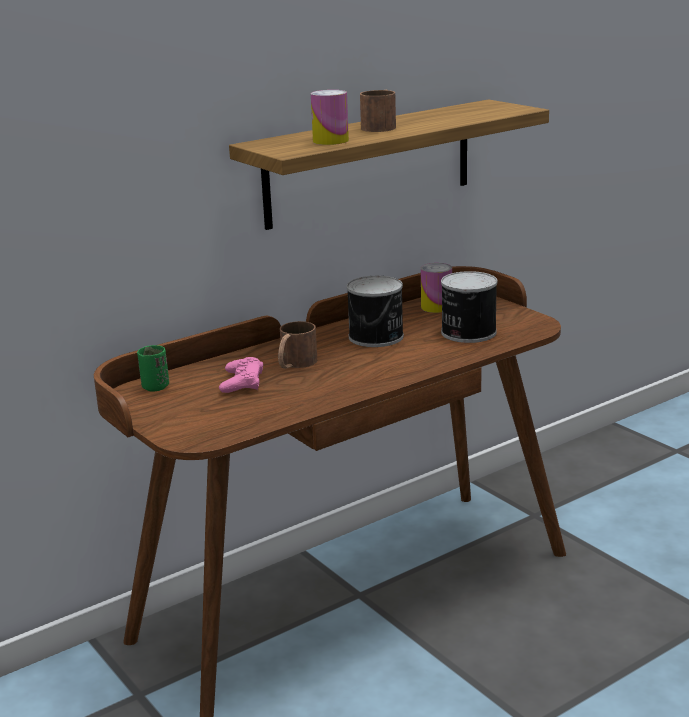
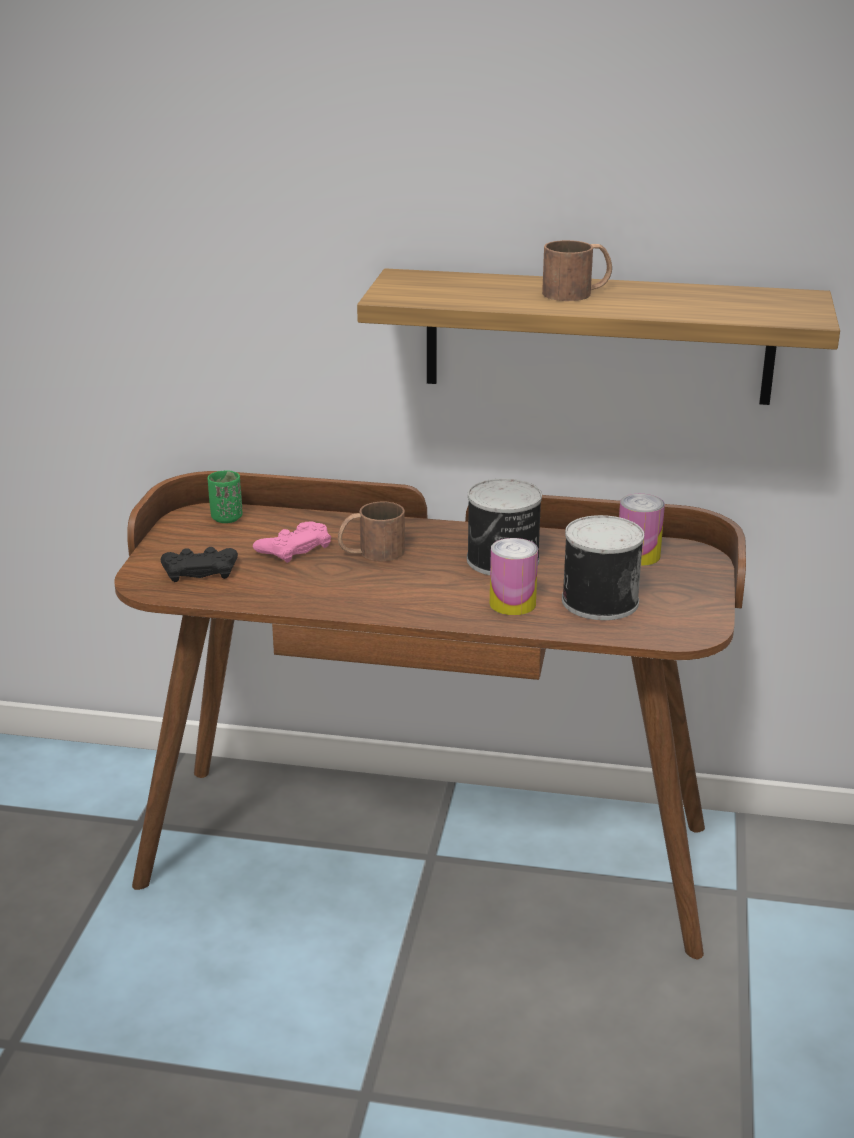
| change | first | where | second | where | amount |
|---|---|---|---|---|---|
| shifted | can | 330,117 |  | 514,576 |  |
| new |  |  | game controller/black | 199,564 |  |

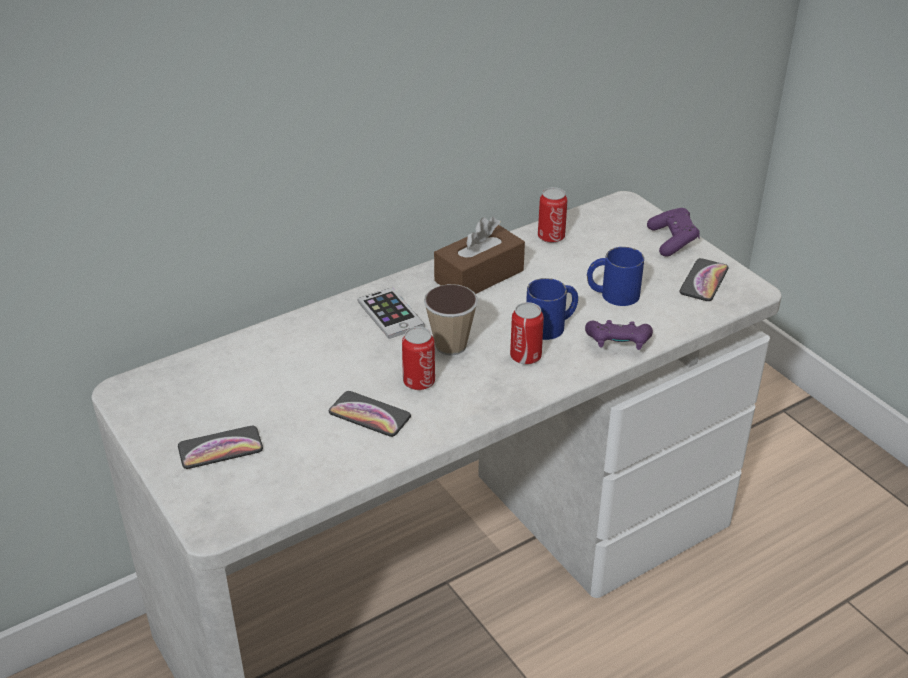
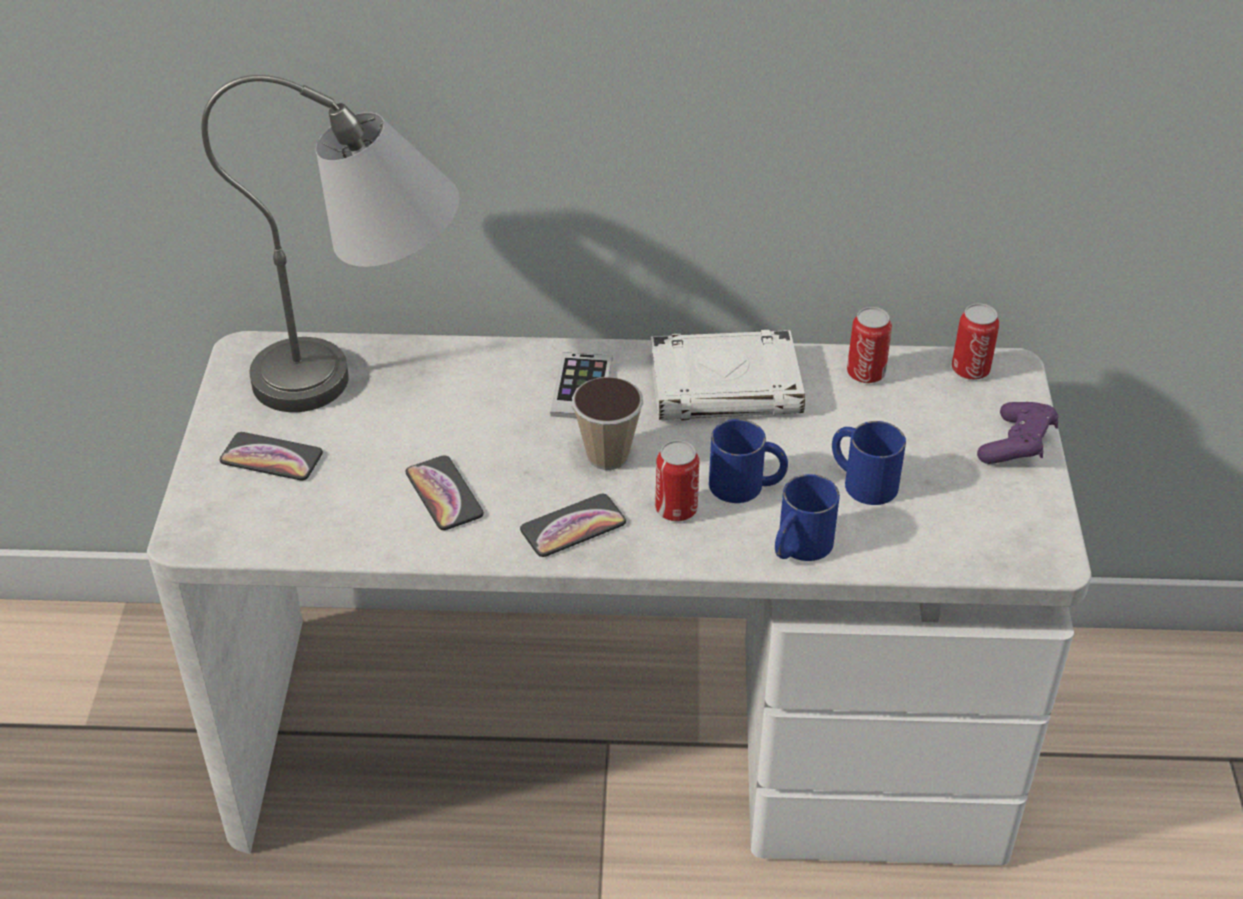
| change | first | where | second | where | amount |
|---|---|---|---|---|---|
| shifted | can | 418,358 |  | 975,341 |  |
| swapped | tissue box/brown | 479,255 | book/white | 727,375 |  |
| swapped | game controller/purple | 619,335 | mug/blue | 807,517 |  |
| shifted | phone | 704,279 |  | 573,525 |  |
| new |  |  | table lamp/grey | 331,243 |  |

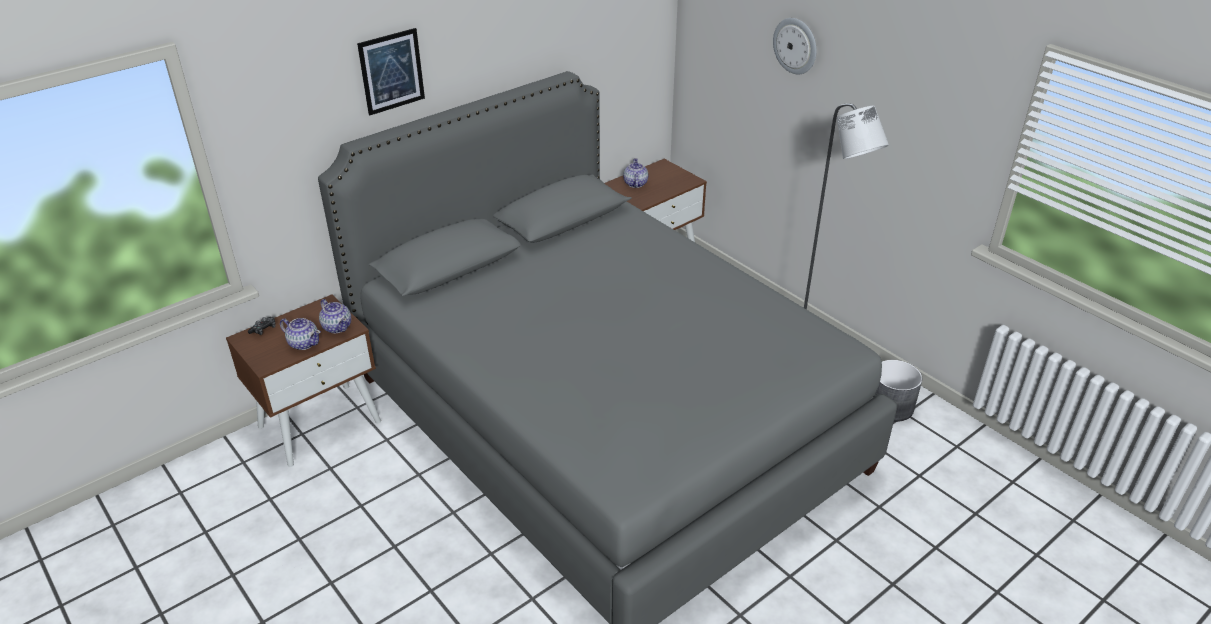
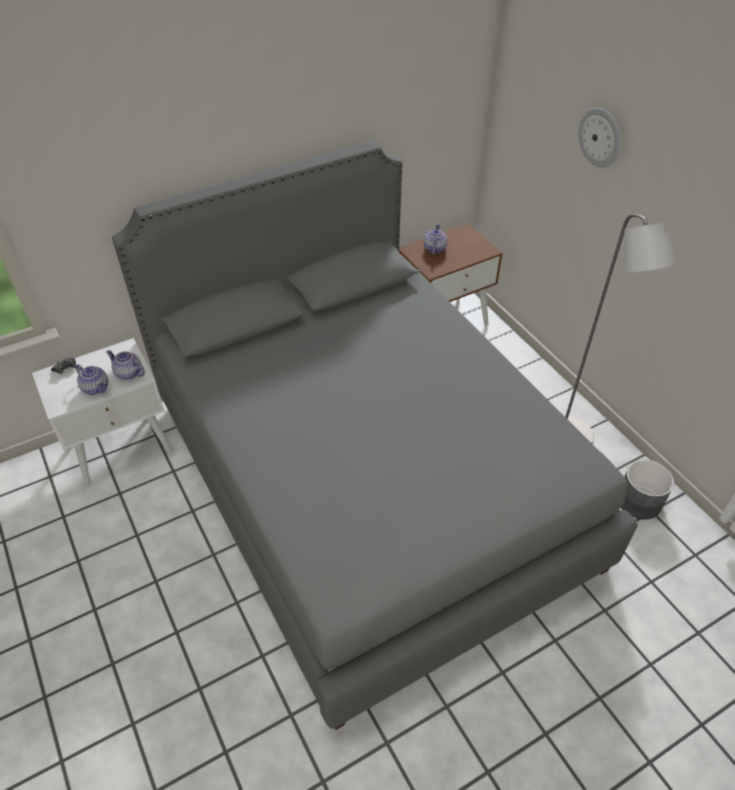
| change | first | where | second | where | amount |
|---|---|---|---|---|---|
| repainted | nightstand/brown | 303,381 | nightstand/white | 102,412 |  |
| rotated | teapot | 335,316 |  | 125,365 | 150 degrees clockwise |
| gone | picture | 391,71 |  |  |  |

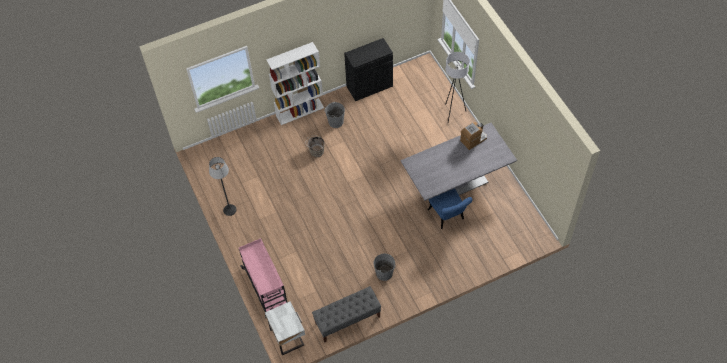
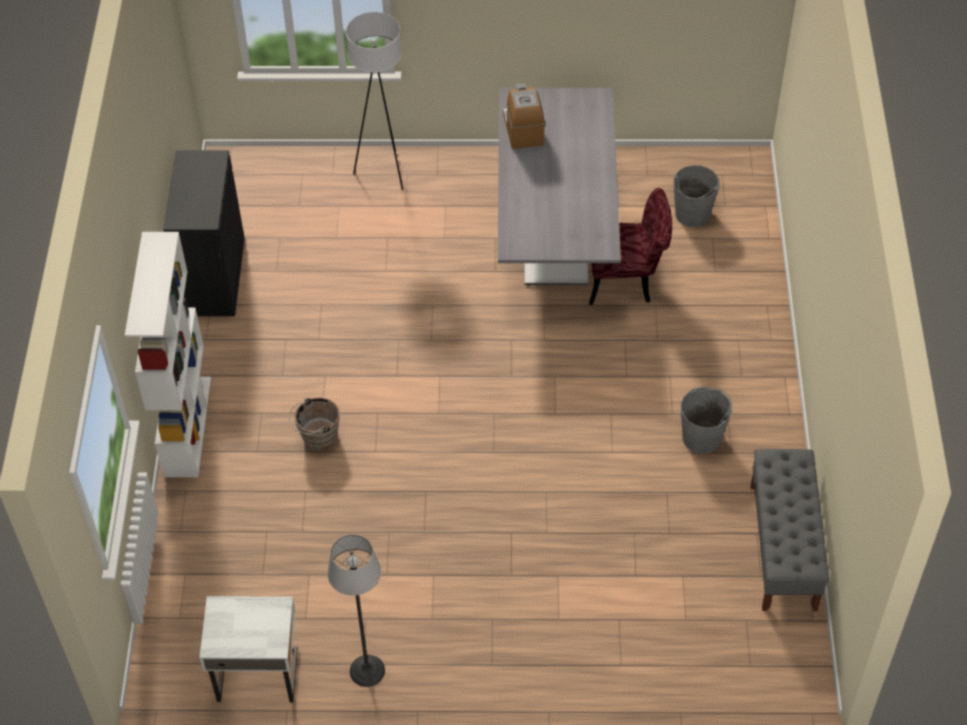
| change | first | where | second | where | amount |
|---|---|---|---|---|---|
| gone | cart/pink | 263,278 |  |  |  |
| shifted | nightstand/white | 285,328 |  | 248,649 |  |
| shifted | bucket/grey | 334,115 |  | 697,196 |  |
| repainted | chair/blue | 450,208 | chair/red | 630,246 |  |

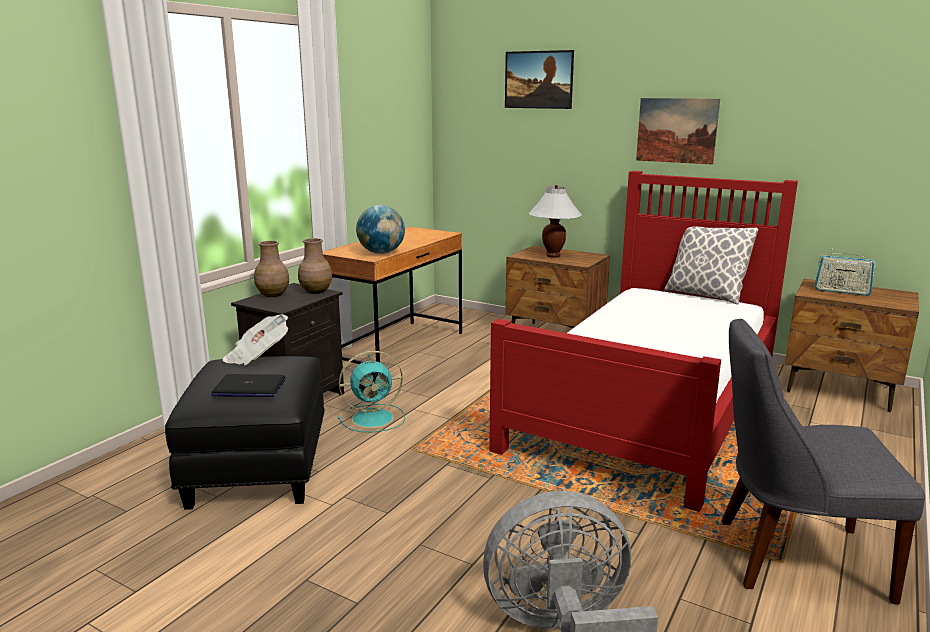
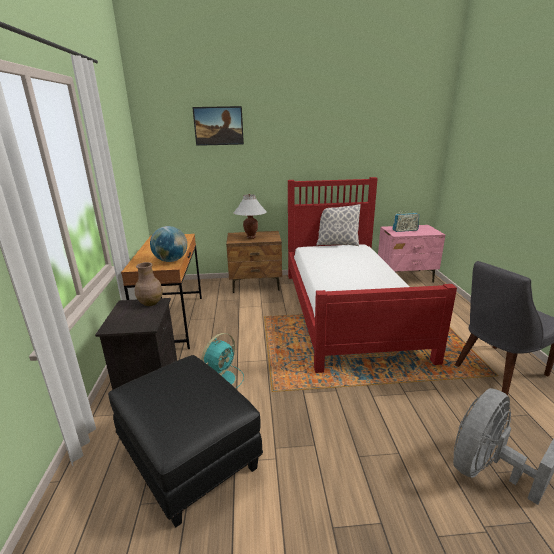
| change | first | where | second | where | amount |
|---|---|---|---|---|---|
| gone | laptop | 248,385 |  |  |  |
| gone | newspaper | 255,339 |  |  |  |
| gone | vase/brown | 271,269 |  |  |  |
| gone | picture | 678,131 |  |  |  |
| repainted | nightstand/brown | 852,345 | nightstand/pink | 411,254 |  |

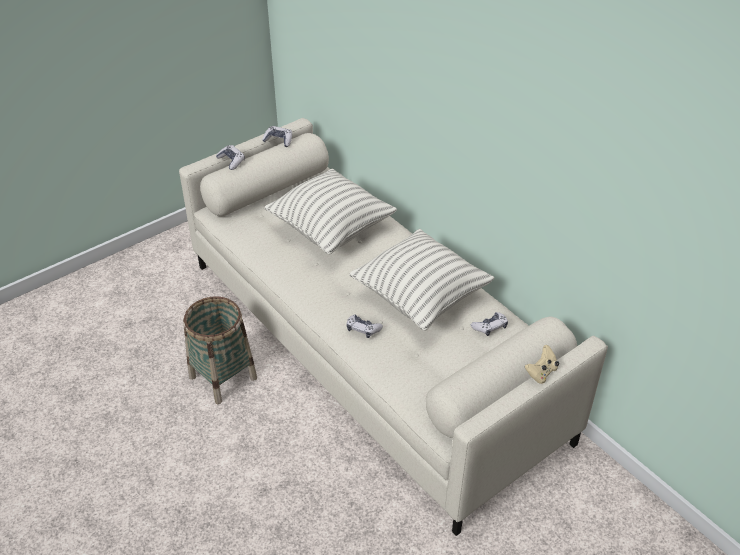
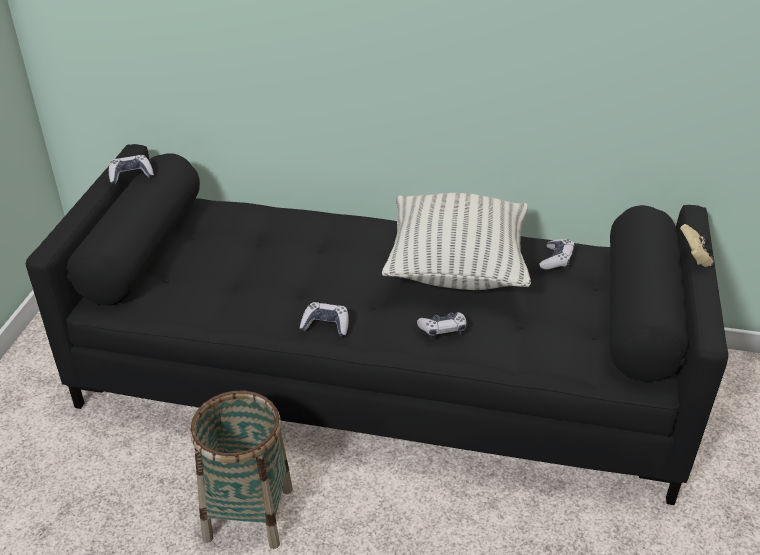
| change | first | where | second | where | amount |
|---|---|---|---|---|---|
| repainted | sofa/beige | 393,327 | sofa/black | 377,324 |  |
| shifted | game controller | 230,157 |  | 324,319 |  |
| gone | pillow | 330,211 |  |  |  |

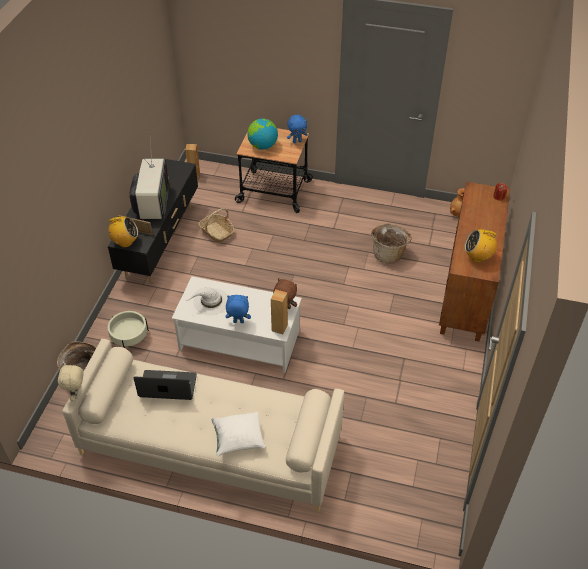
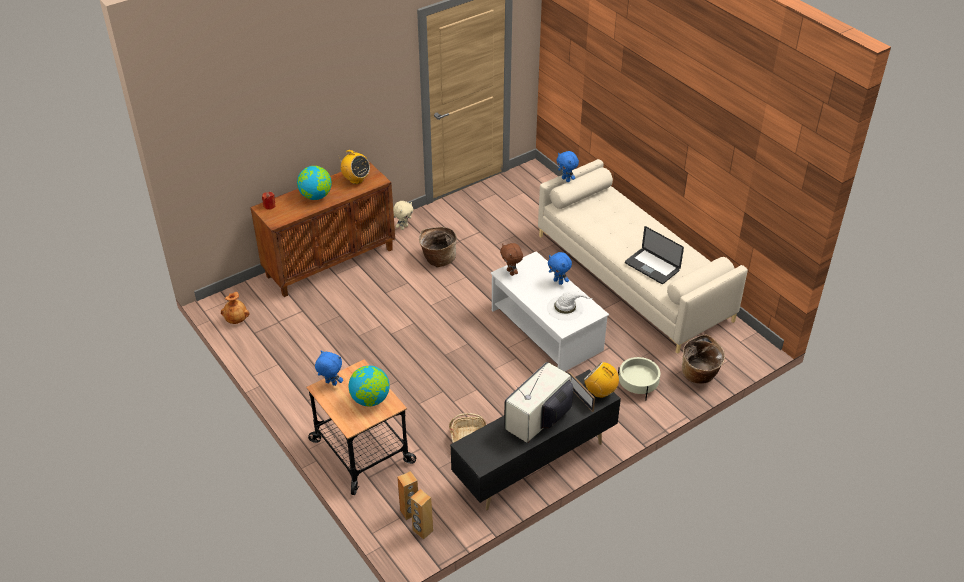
| change | first | where | second | where | amount |
|---|---|---|---|---|---|
| shifted | plush toy/beige | 71,382 |  | 403,215 |  |
| gone | pillow/white | 239,434 |  |  |  |
| shifted | speaker/brown | 279,311 |  | 407,495 |  |
| shifted | basket | 391,243 |  | 438,247 |  |
| new |  |  | globe | 314,183 |  |
| new |  |  | plush toy/blue | 567,166 |  |

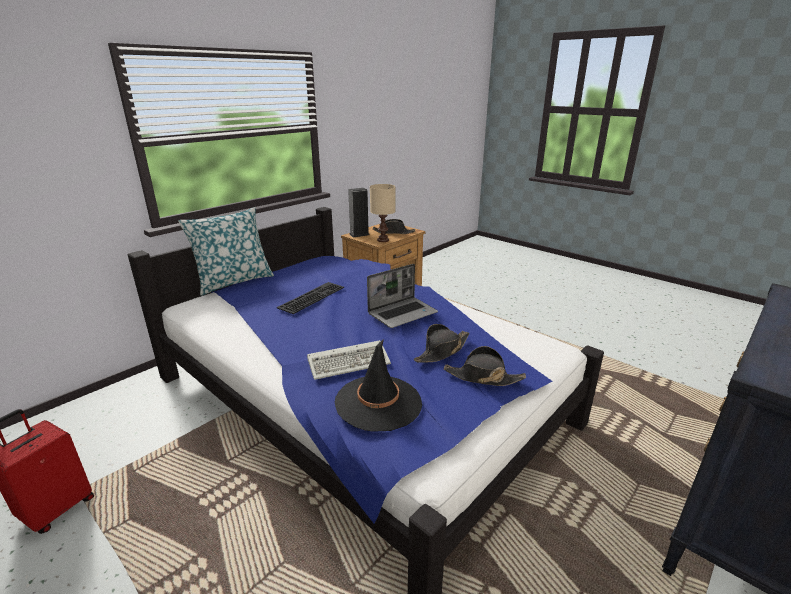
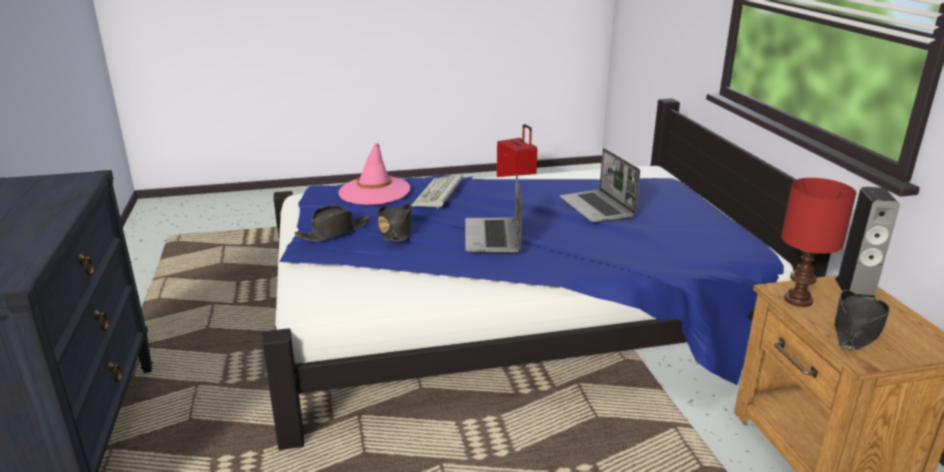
| change | first | where | second | where | amount |
|---|---|---|---|---|---|
| gone | pillow | 226,251 |  |  |  |
| swapped | keyboard | 310,298 | laptop | 600,185 |  |
| repainted | hat/black | 378,385 | hat/pink | 374,174 |  |
| repainted | table lamp/beige | 382,213 | table lamp/red | 819,242 |  |

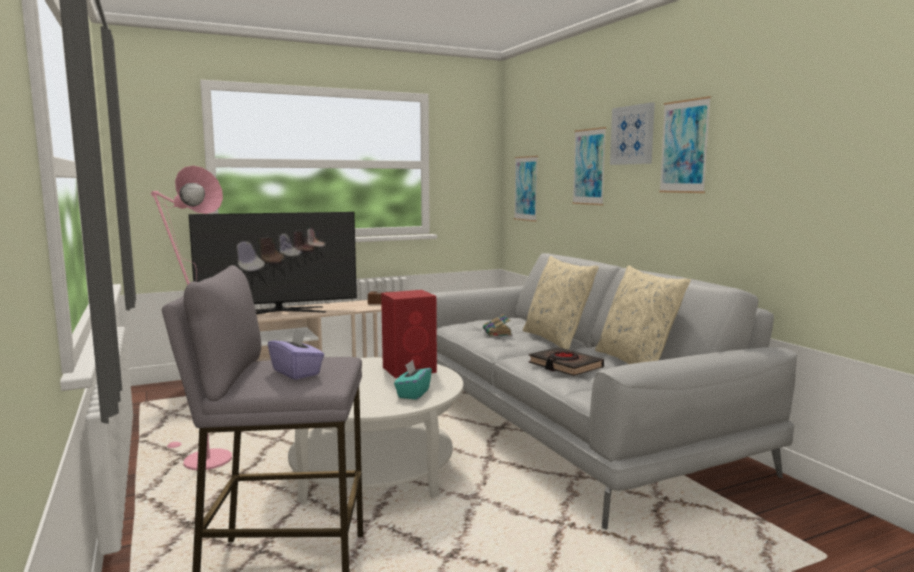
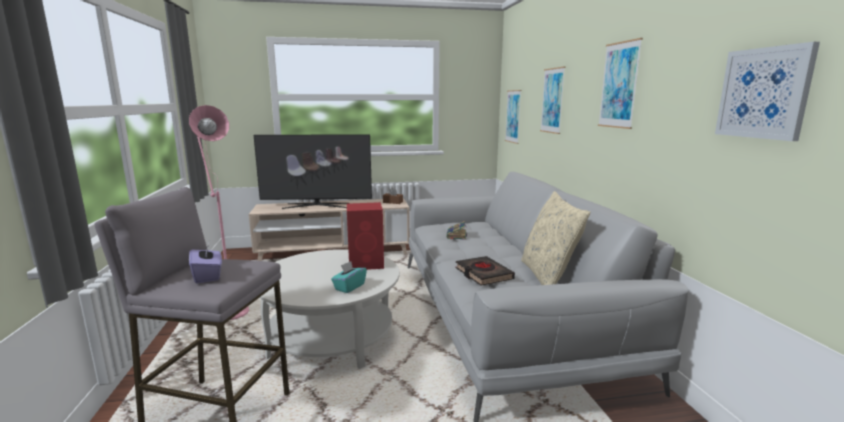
| change | first | where | second | where | amount |
|---|---|---|---|---|---|
| gone | pillow/beige | 561,303 |  |  |  |
| shifted | picture | 632,133 |  | 767,91 |  |

